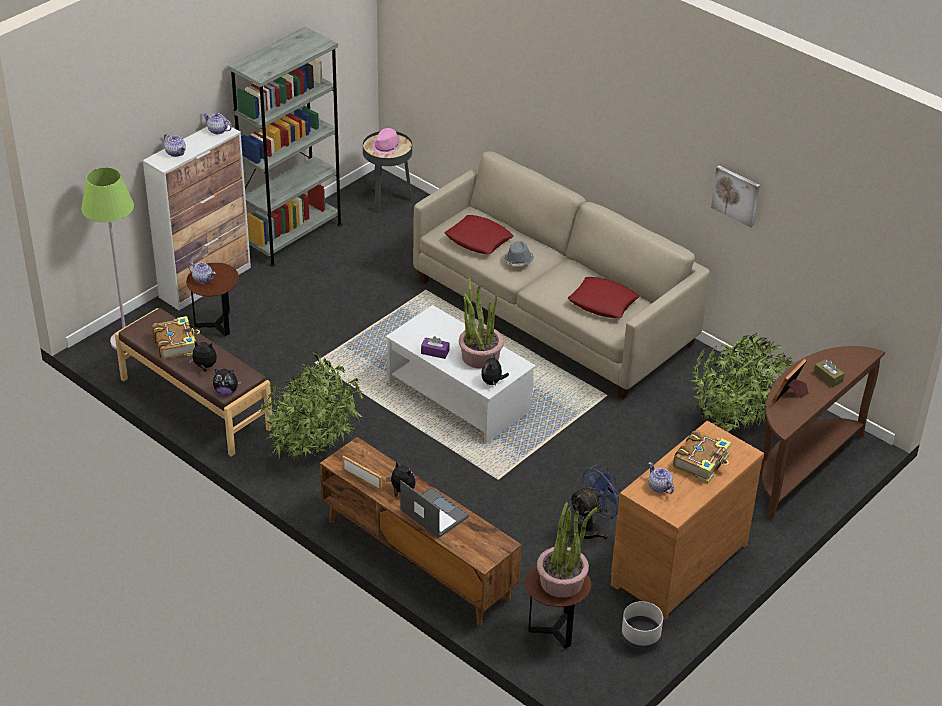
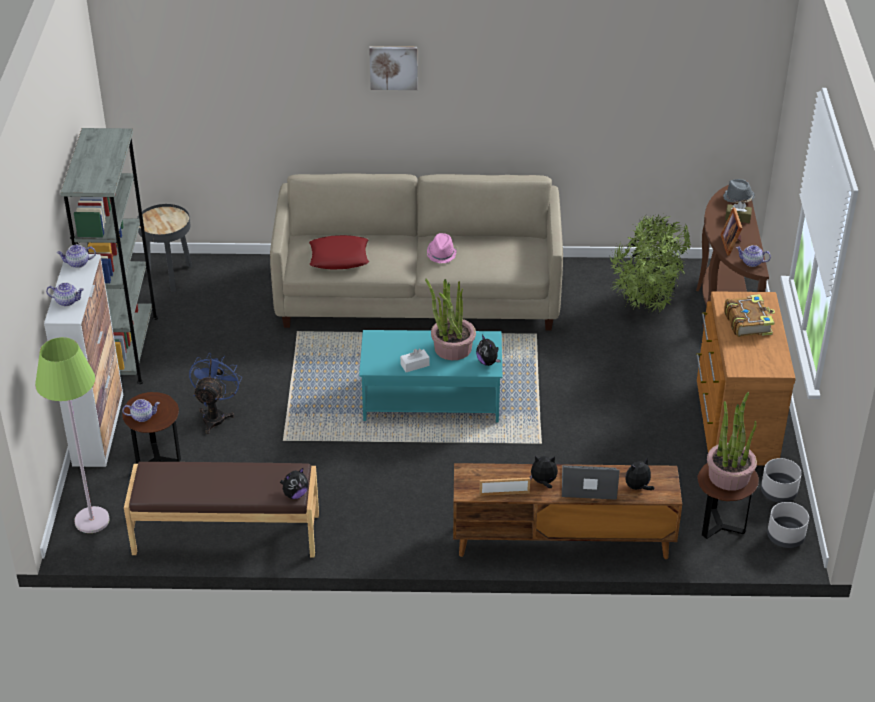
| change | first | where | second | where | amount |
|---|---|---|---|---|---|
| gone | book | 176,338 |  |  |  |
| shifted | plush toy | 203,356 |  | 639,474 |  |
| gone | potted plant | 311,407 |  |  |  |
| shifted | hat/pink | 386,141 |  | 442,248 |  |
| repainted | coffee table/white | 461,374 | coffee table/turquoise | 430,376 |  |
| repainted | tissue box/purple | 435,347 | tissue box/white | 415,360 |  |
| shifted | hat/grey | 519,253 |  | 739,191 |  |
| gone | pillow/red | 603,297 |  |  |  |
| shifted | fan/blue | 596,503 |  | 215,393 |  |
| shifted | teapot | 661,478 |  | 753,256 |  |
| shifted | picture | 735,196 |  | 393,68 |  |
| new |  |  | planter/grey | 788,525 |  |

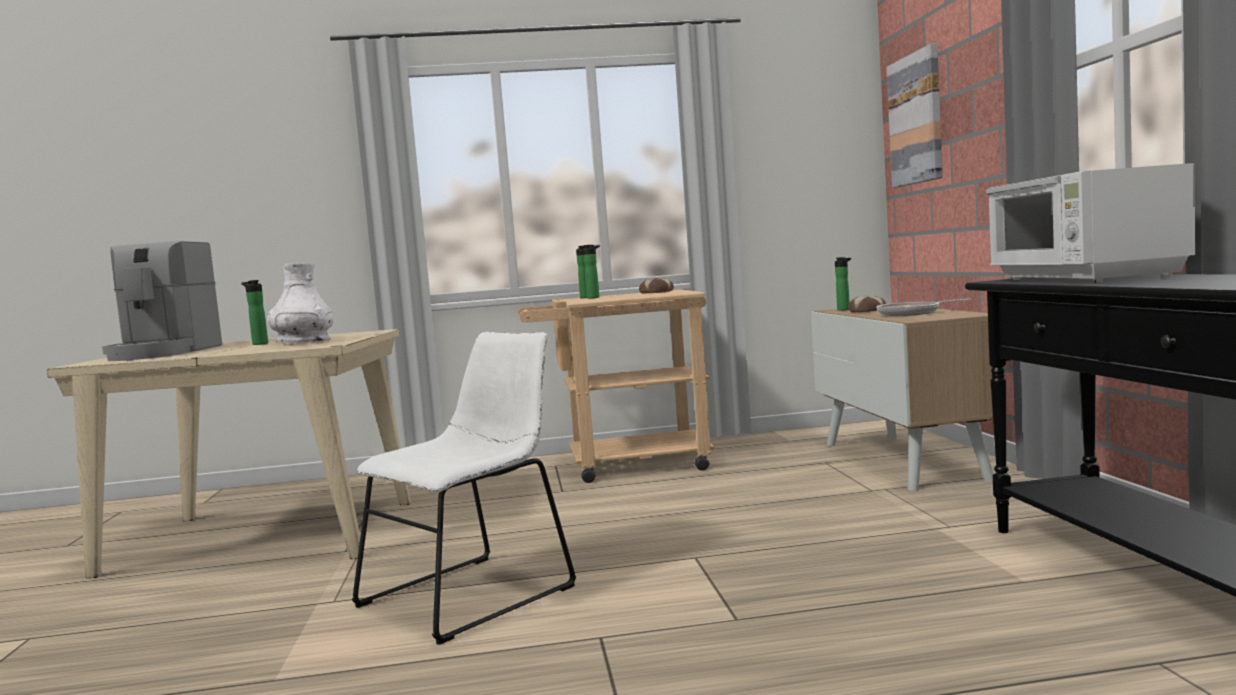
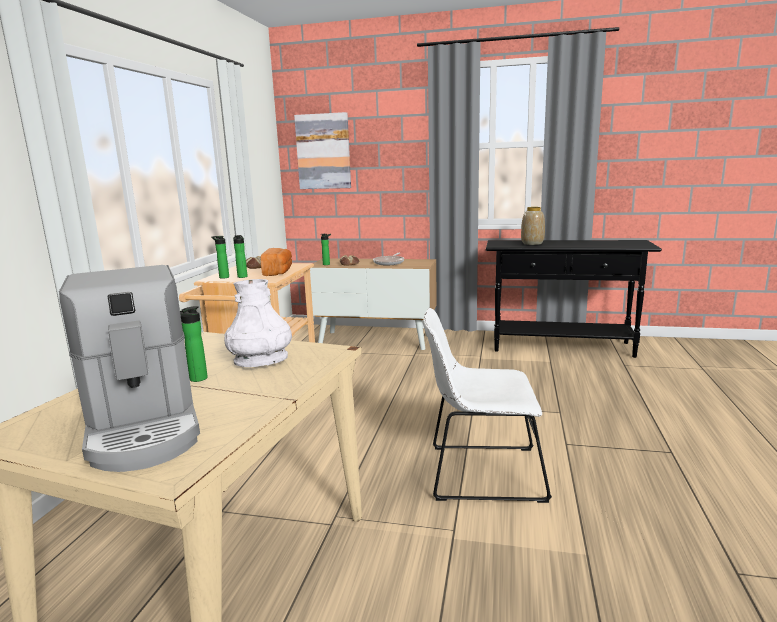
| change | first | where | second | where | amount |
|---|---|---|---|---|---|
| rotated | coffee machine | 162,301 |  | 129,368 | 45 degrees clockwise |
| rotated | chair/white | 464,488 |  | 487,405 | 60 degrees counterclockwise |
| swapped | microwave/white | 1090,223 | vase | 533,226 |  |
| new |  |  | bread | 276,262 |  |

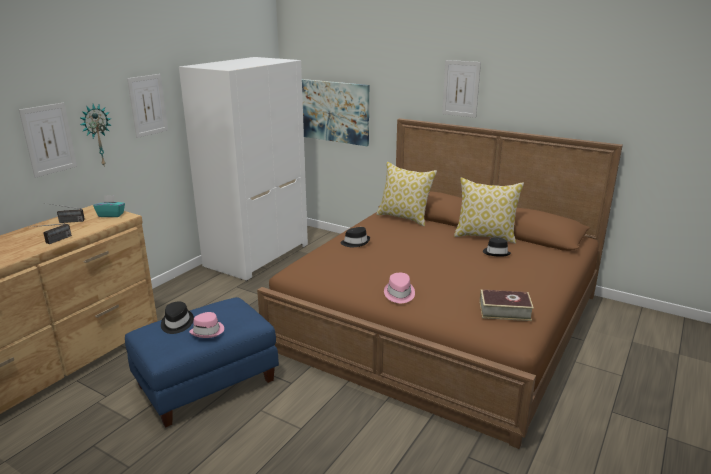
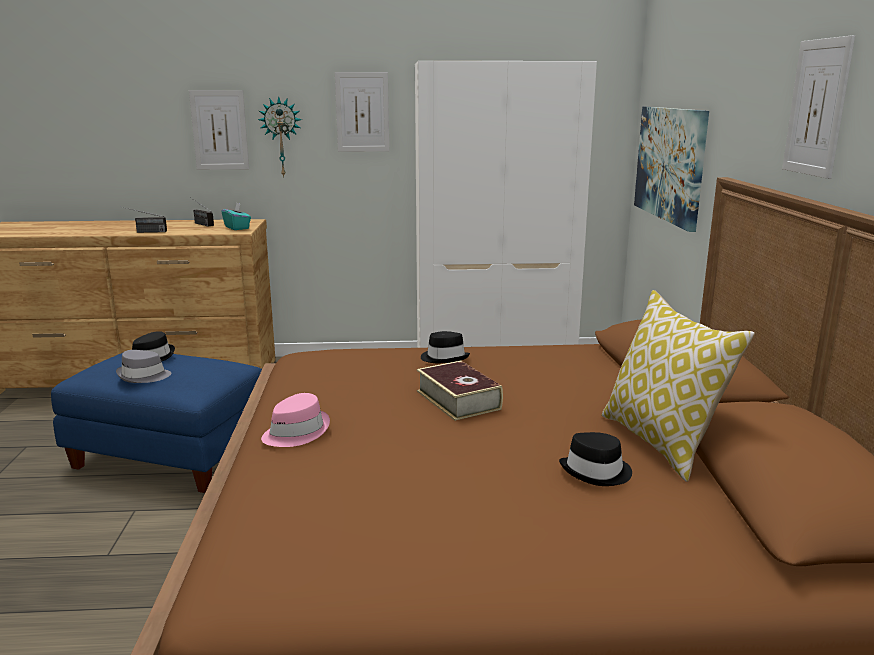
| change | first | where | second | where | amount |
|---|---|---|---|---|---|
| repainted | hat/pink | 206,325 | hat/grey | 144,366 |  |
| gone | pillow | 406,194 |  |  |  |
| shifted | book | 507,305 |  | 460,391 |  |

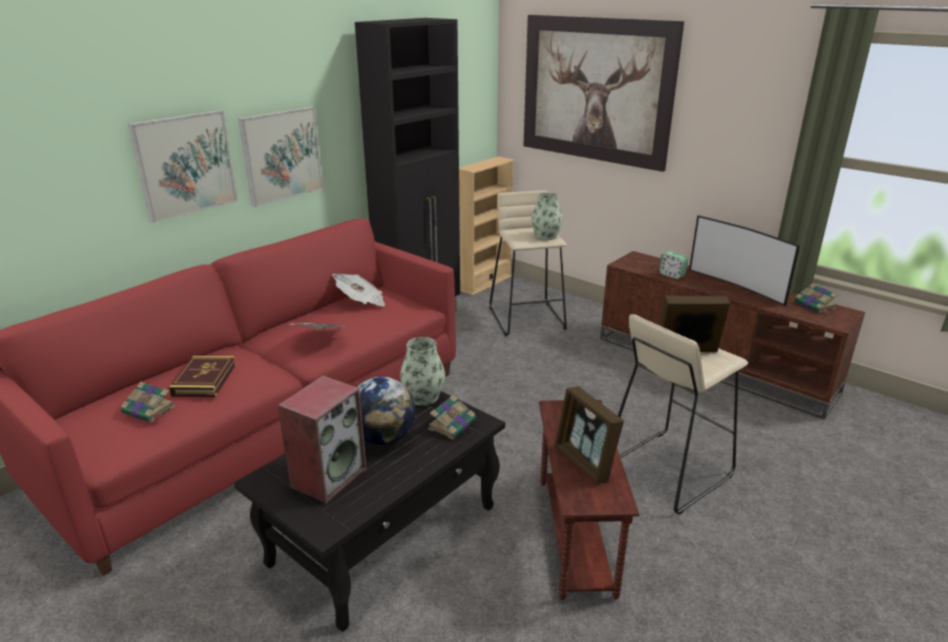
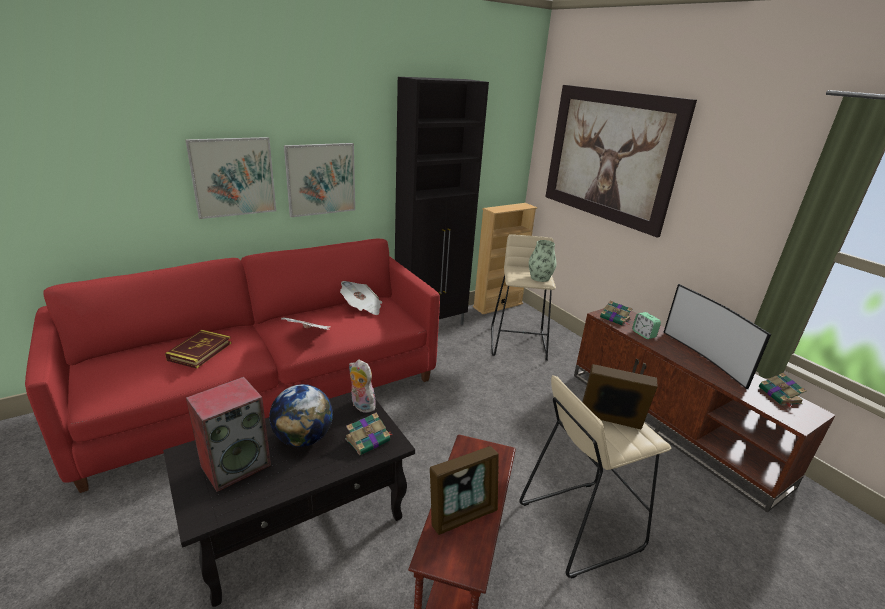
| change | first | where | second | where | amount |
|---|---|---|---|---|---|
| shifted | book | 148,402 |  | 616,313 |  |
| swapped | vase | 422,371 | plush toy | 362,386 |  |
| rotated | picture frame | 589,435 |  | 464,490 | 105 degrees counterclockwise |

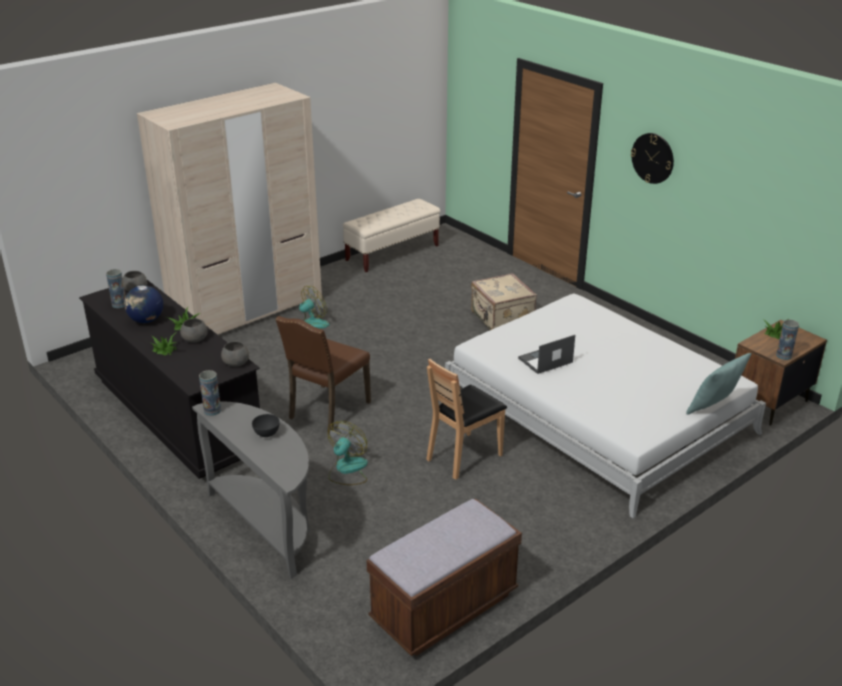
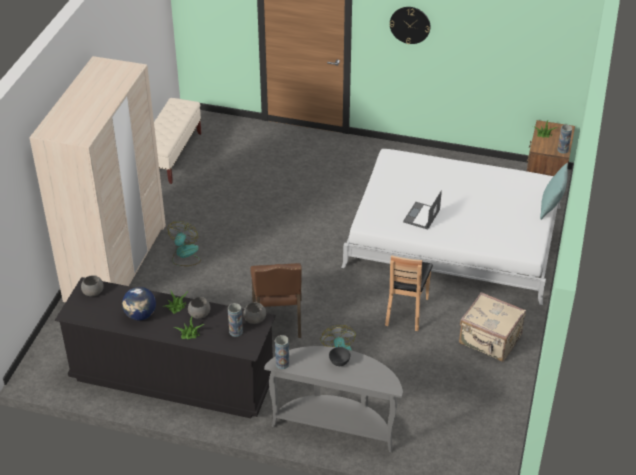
| change | first | where | second | where | amount |
|---|---|---|---|---|---|
| shifted | vase | 116,288 |  | 235,320 |  |
| gone | bench/brown | 444,577 |  |  |  |
| shifted | suitcase/beige | 504,301 |  | 492,327 |  |

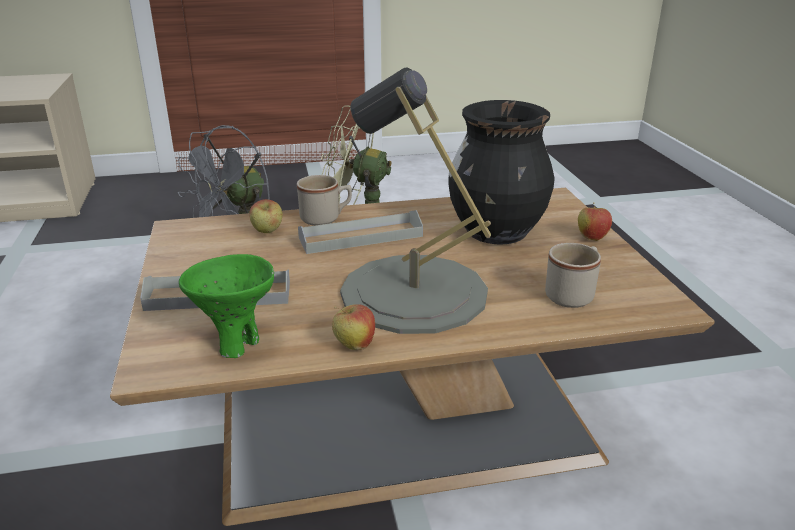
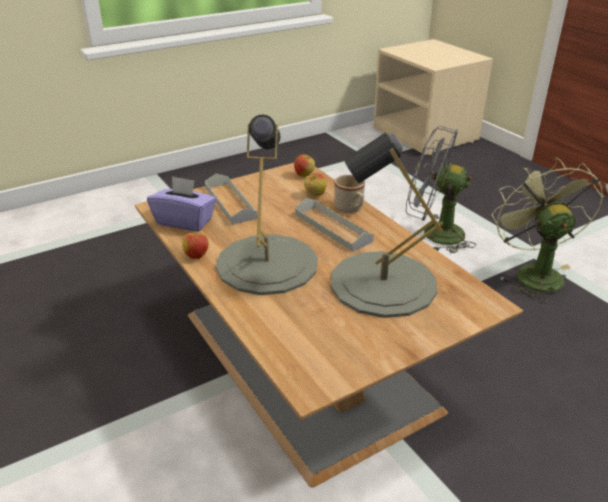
| change | first | where | second | where | amount |
|---|---|---|---|---|---|
| swapped | bowl/green | 226,306 | tissue box/purple | 181,204 |  |
| swapped | vase/black | 501,172 | table lamp/grey | 387,225 |  |
| gone | mug/beige | 573,275 |  |  |  |
| shifted | apple | 595,221 |  | 304,165 |  |

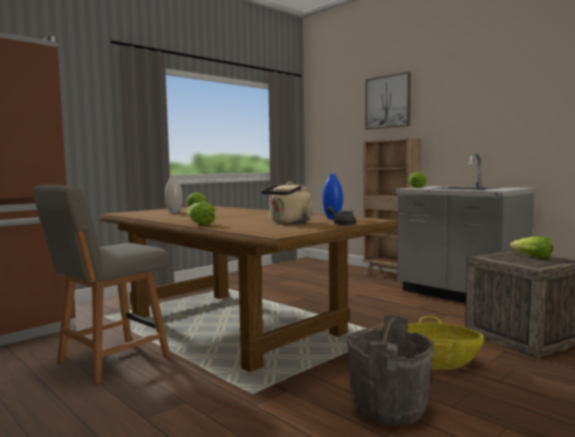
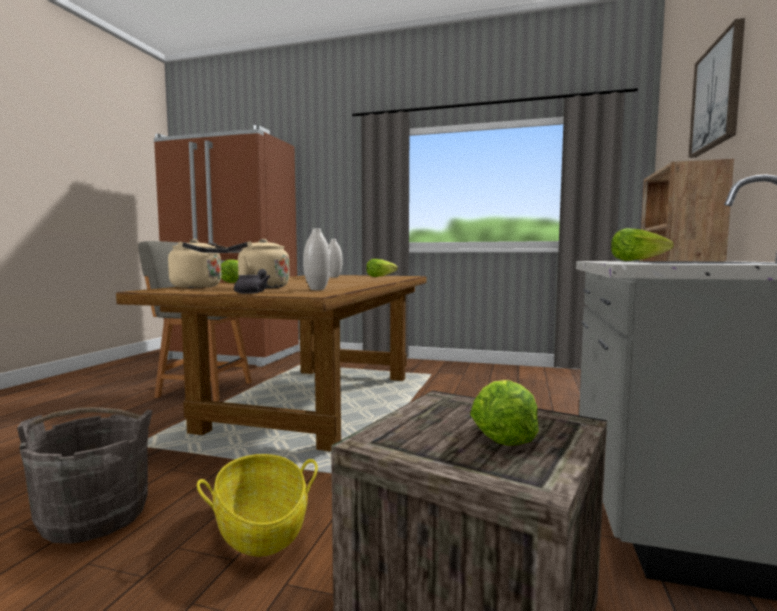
| change | first | where | second | where | amount |
|---|---|---|---|---|---|
| repainted | vase/blue | 332,196 | vase/white | 317,259 |  |
| new |  |  | kettle/beige | 198,263 |  |

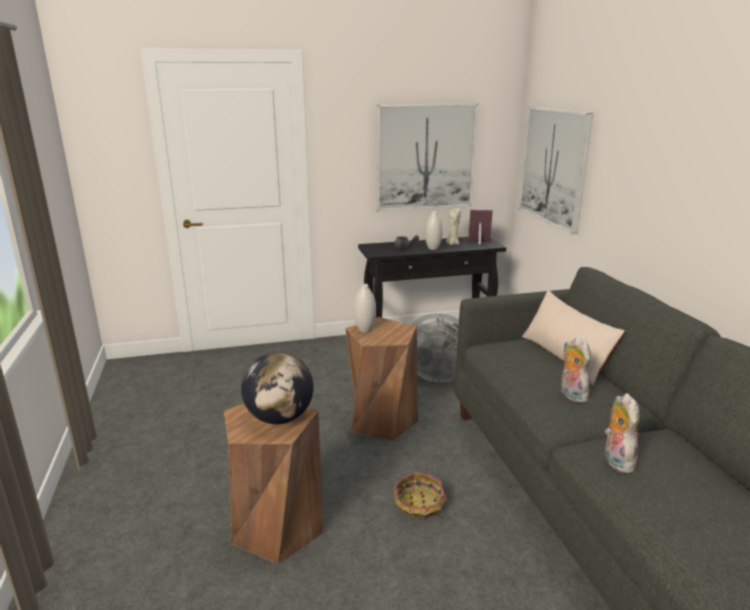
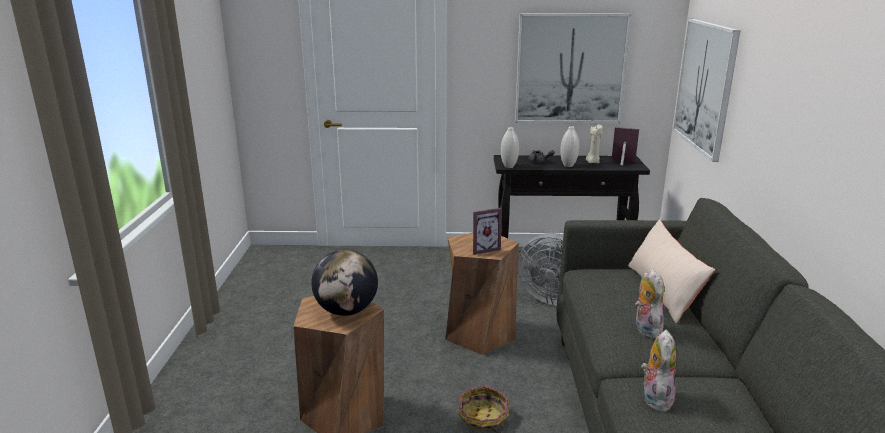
| change | first | where | second | where | amount |
|---|---|---|---|---|---|
| shifted | vase/white | 365,308 |  | 510,147 |  |
| new |  |  | picture frame | 487,231 |  |

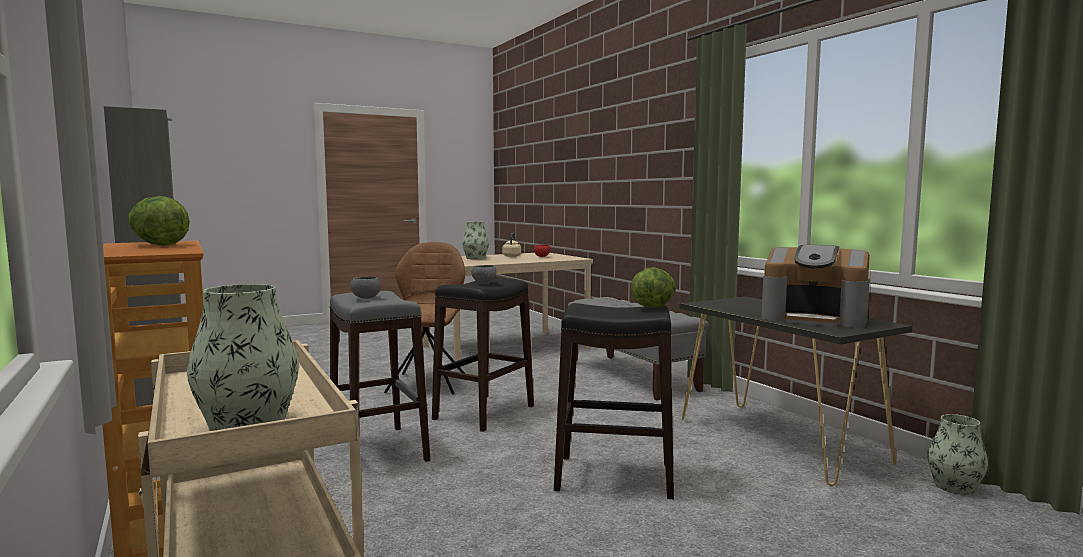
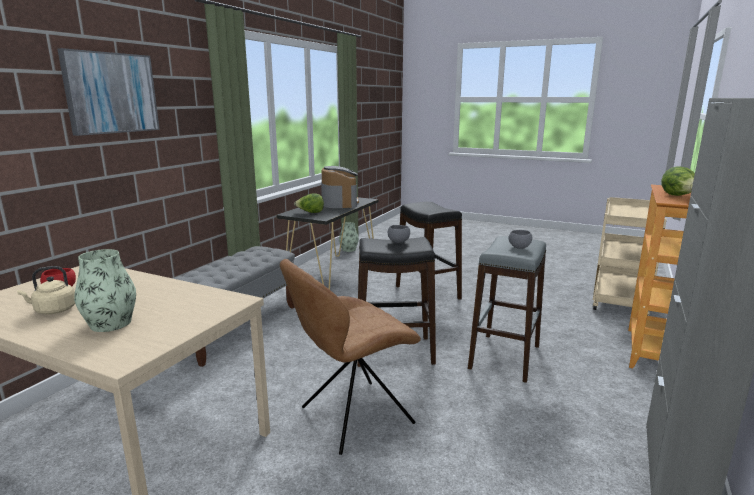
| change | first | where | second | where | amount |
|---|---|---|---|---|---|
| gone | vase | 243,357 |  |  |  |
| shifted | lettuce | 653,287 |  | 309,203 |  |
| new |  |  | picture | 108,92 |  |

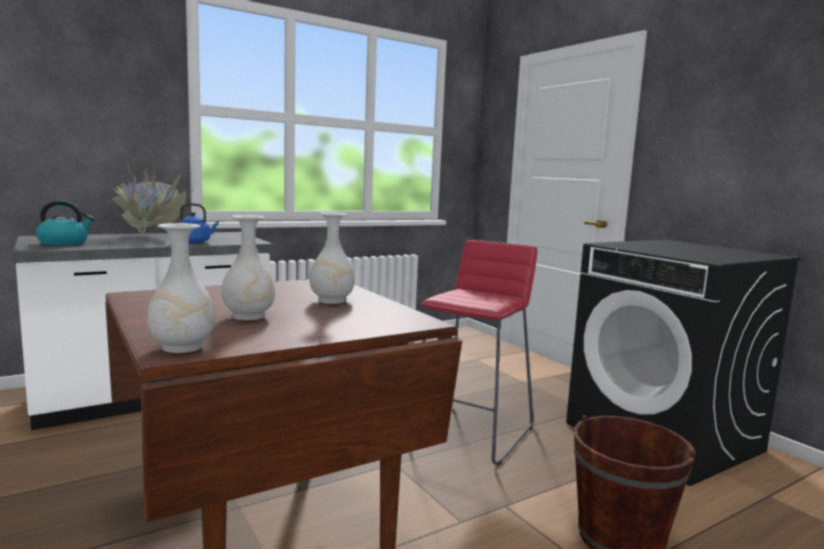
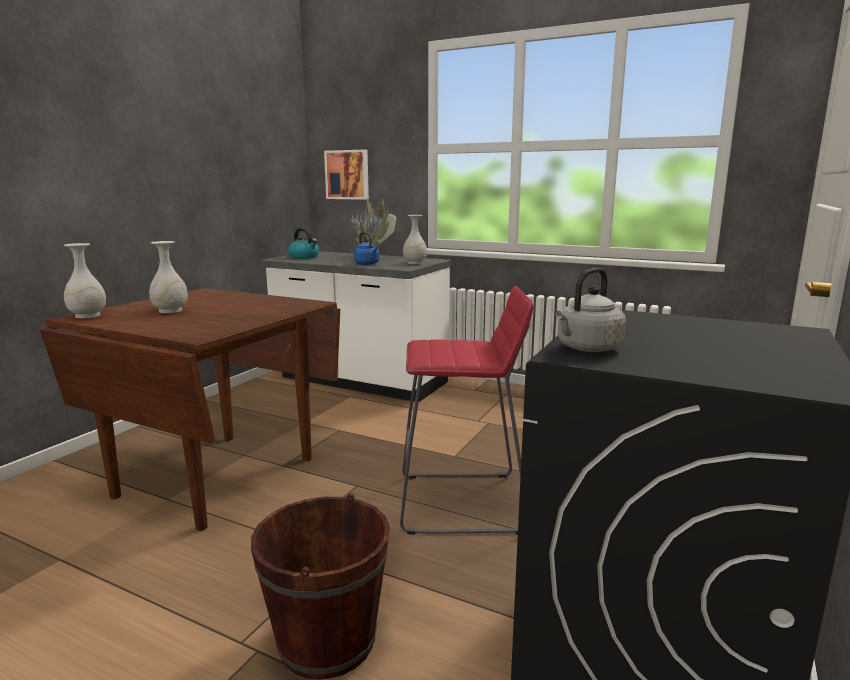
| change | first | where | second | where | amount |
|---|---|---|---|---|---|
| shifted | vase/white | 332,258 |  | 415,239 |  |
| new |  |  | picture | 346,175 |  |
| new |  |  | kettle/grey | 590,310 |  |

